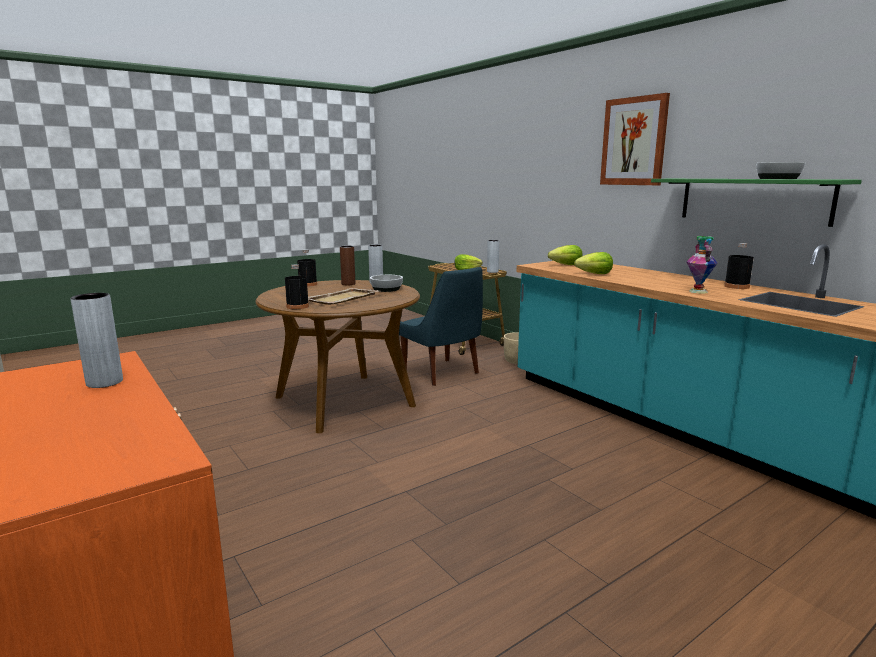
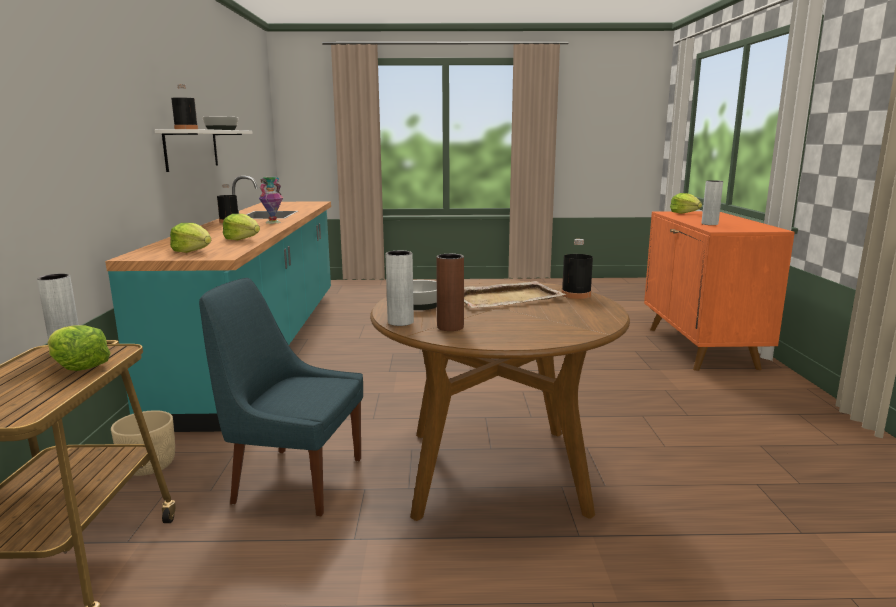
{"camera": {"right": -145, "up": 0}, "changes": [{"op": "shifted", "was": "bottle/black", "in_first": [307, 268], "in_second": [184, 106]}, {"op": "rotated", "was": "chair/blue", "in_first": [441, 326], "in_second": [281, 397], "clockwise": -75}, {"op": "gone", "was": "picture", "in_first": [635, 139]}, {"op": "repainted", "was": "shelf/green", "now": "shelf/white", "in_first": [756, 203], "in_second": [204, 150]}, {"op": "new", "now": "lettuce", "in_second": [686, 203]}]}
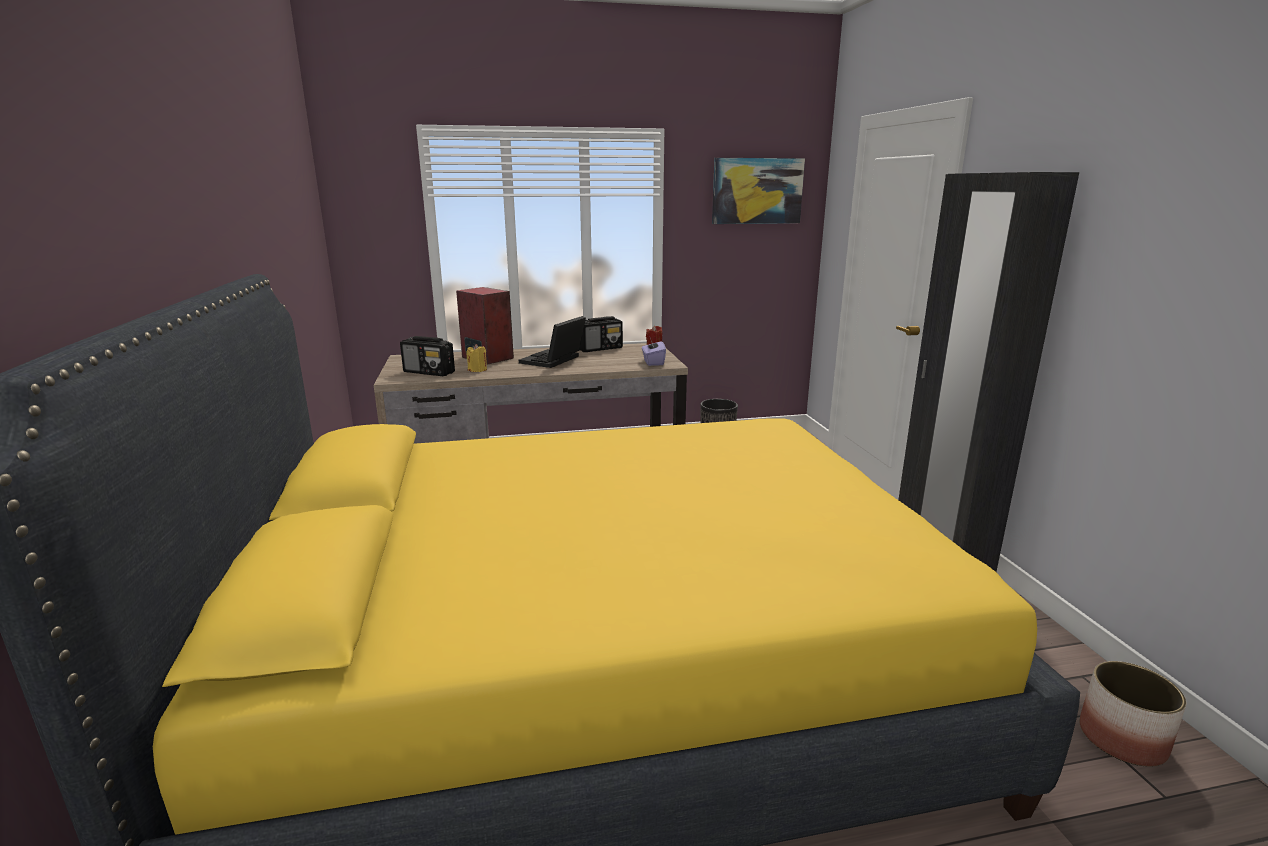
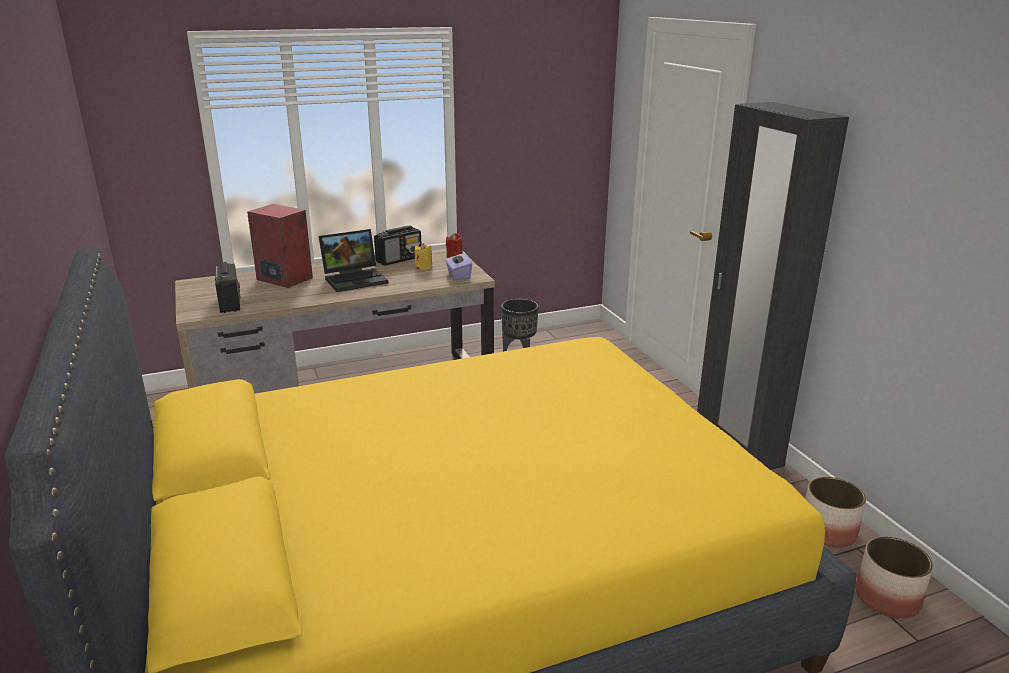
{"camera": {"right": -10, "up": 5}, "changes": [{"op": "rotated", "was": "radio", "in_first": [427, 356], "in_second": [228, 287], "clockwise": -120}, {"op": "shifted", "was": "candle/yellow", "in_first": [477, 358], "in_second": [423, 256]}, {"op": "rotated", "was": "laptop", "in_first": [552, 342], "in_second": [353, 260], "clockwise": -135}, {"op": "gone", "was": "picture", "in_first": [758, 191]}, {"op": "new", "now": "planter", "in_second": [835, 512]}]}
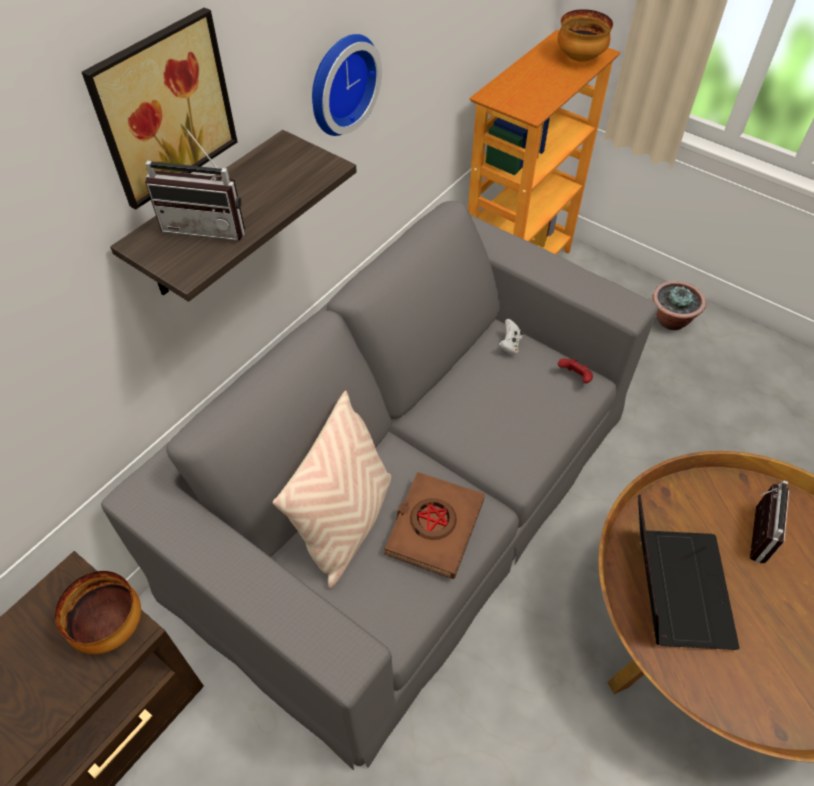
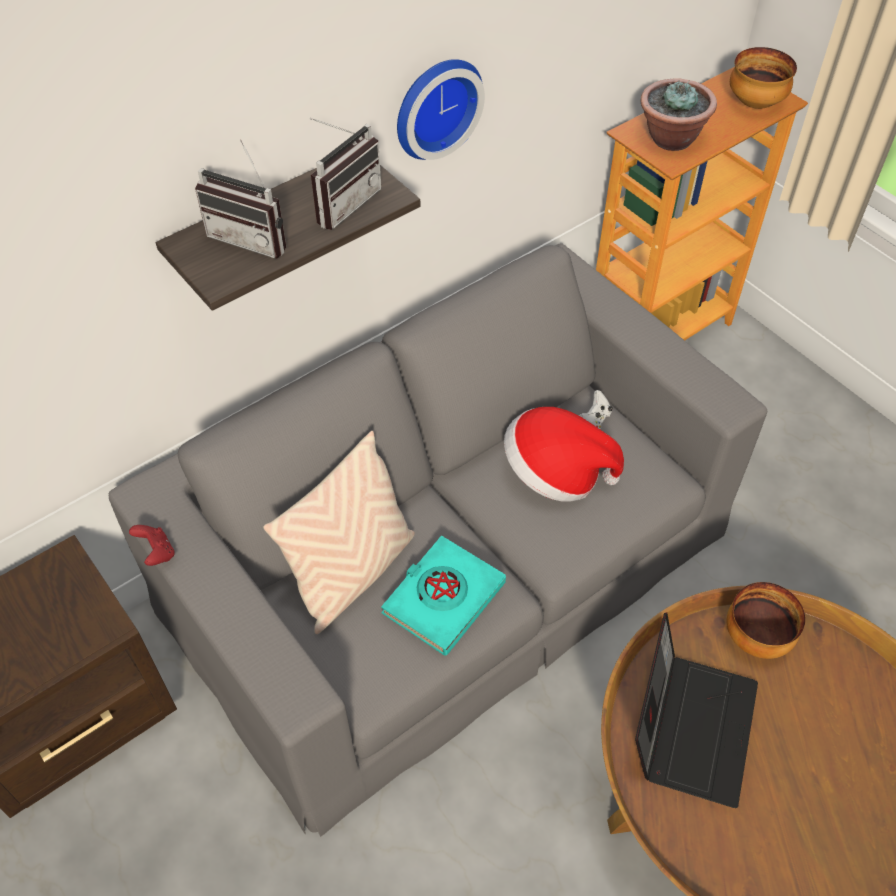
{"camera": {"right": 15, "up": 0}, "changes": [{"op": "shifted", "was": "bowl", "in_first": [98, 612], "in_second": [765, 620]}, {"op": "gone", "was": "picture", "in_first": [160, 108]}, {"op": "repainted", "was": "book/brown", "now": "book/turquoise", "in_first": [434, 525], "in_second": [443, 595]}, {"op": "shifted", "was": "game controller/red", "in_first": [575, 370], "in_second": [152, 545]}, {"op": "shifted", "was": "potted plant", "in_first": [679, 305], "in_second": [678, 114]}, {"op": "shifted", "was": "radio", "in_first": [769, 521], "in_second": [345, 174]}, {"op": "new", "now": "hat", "in_second": [564, 454]}]}
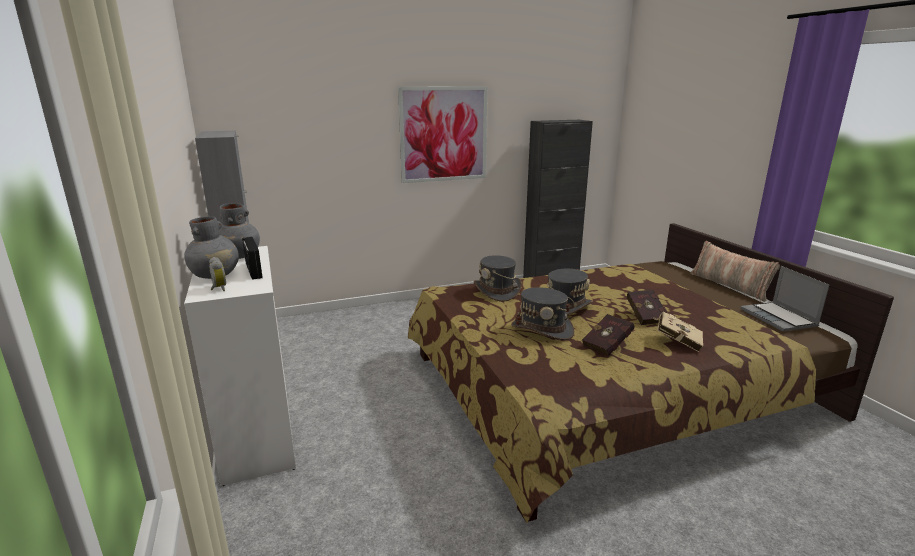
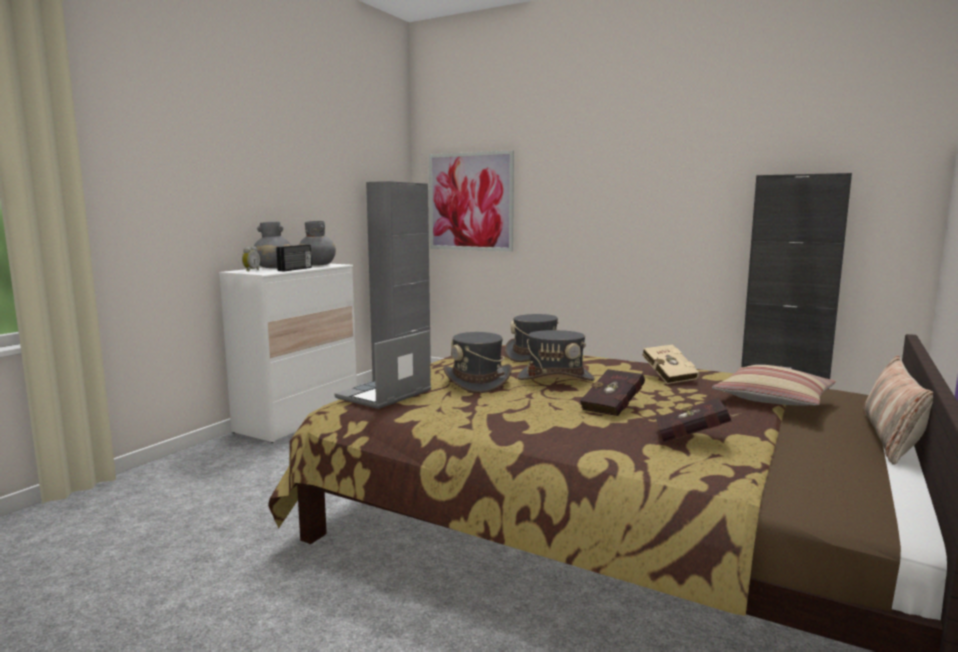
{"camera": {"right": 50, "up": -10}, "changes": [{"op": "shifted", "was": "picture", "in_first": [442, 135], "in_second": [471, 201]}, {"op": "shifted", "was": "book/red", "in_first": [608, 335], "in_second": [699, 420]}, {"op": "shifted", "was": "book/beige", "in_first": [677, 331], "in_second": [670, 364]}, {"op": "shifted", "was": "laptop", "in_first": [784, 298], "in_second": [383, 369]}, {"op": "new", "now": "pillow", "in_second": [774, 385]}]}
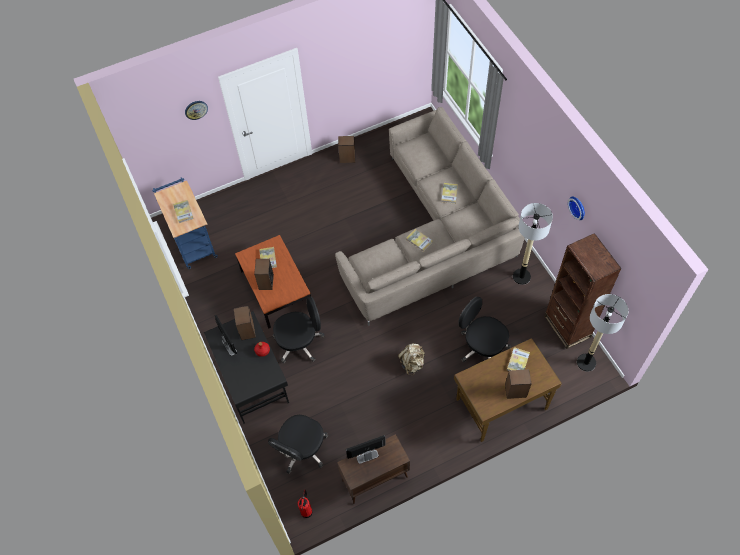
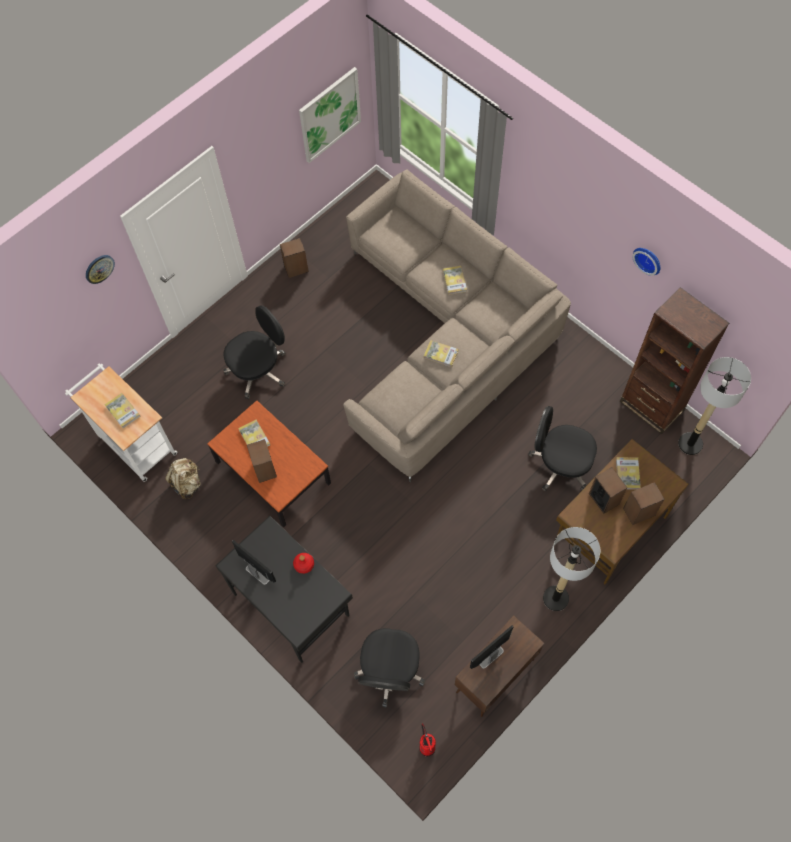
{"camera": {"right": -20, "up": 5}, "changes": [{"op": "repainted", "was": "cart/blue", "now": "cart/white", "in_first": [185, 223], "in_second": [121, 423]}, {"op": "shifted", "was": "speaker", "in_first": [245, 323], "in_second": [608, 490]}, {"op": "shifted", "was": "office chair/black", "in_first": [299, 330], "in_second": [254, 352]}, {"op": "shifted", "was": "backpack/beige", "in_first": [411, 359], "in_second": [183, 479]}, {"op": "shifted", "was": "floor lamp", "in_first": [533, 244], "in_second": [571, 569]}, {"op": "new", "now": "picture", "in_second": [330, 115]}]}
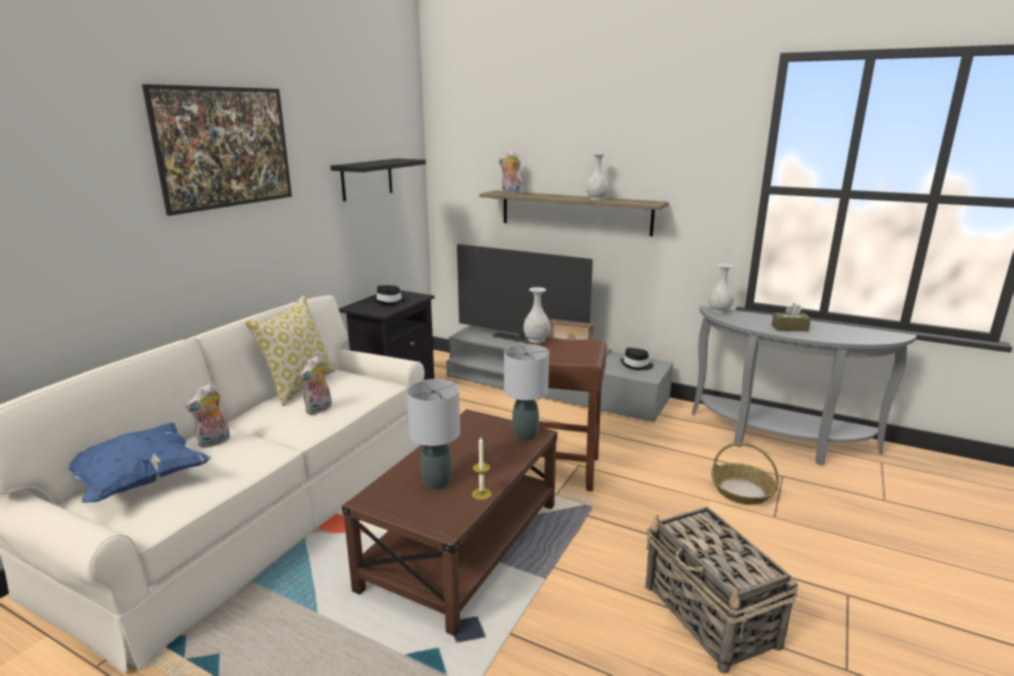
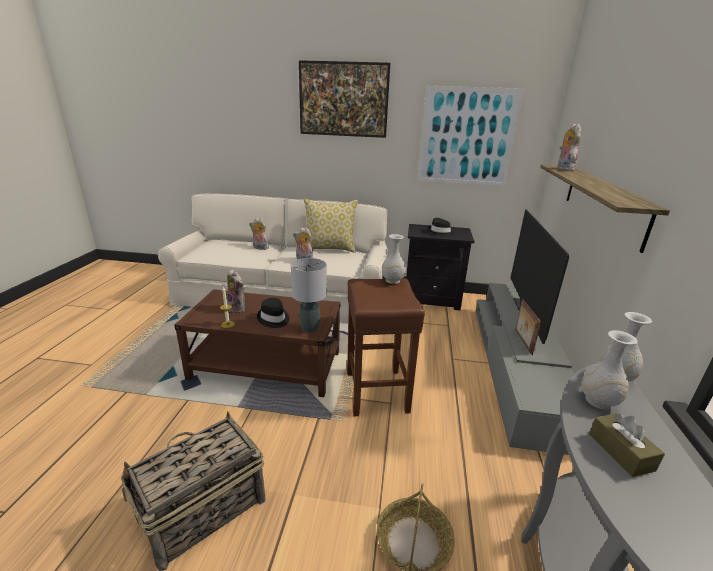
{"camera": {"right": 70, "up": 5}, "changes": [{"op": "gone", "was": "pillow/blue", "in_first": [140, 463]}, {"op": "swapped", "was": "shelf/black", "now": "picture", "in_first": [378, 179], "in_second": [471, 136]}, {"op": "swapped", "was": "table lamp/grey", "now": "plush toy", "in_first": [433, 434], "in_second": [236, 291]}, {"op": "shifted", "was": "vase/white", "in_first": [597, 176], "in_second": [610, 370]}, {"op": "shifted", "was": "hat/black", "in_first": [637, 359], "in_second": [273, 313]}]}
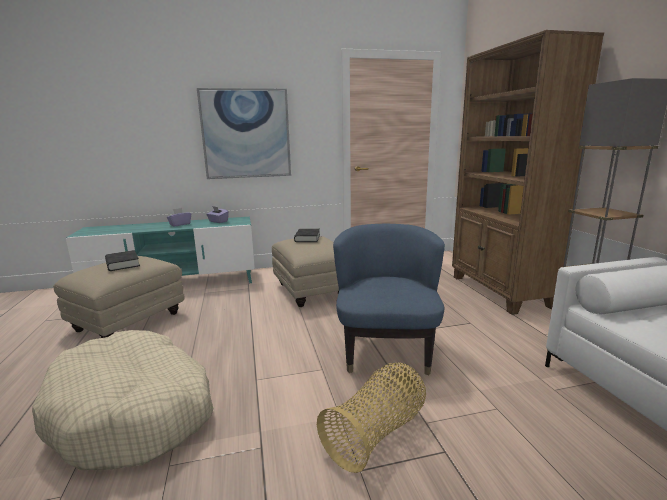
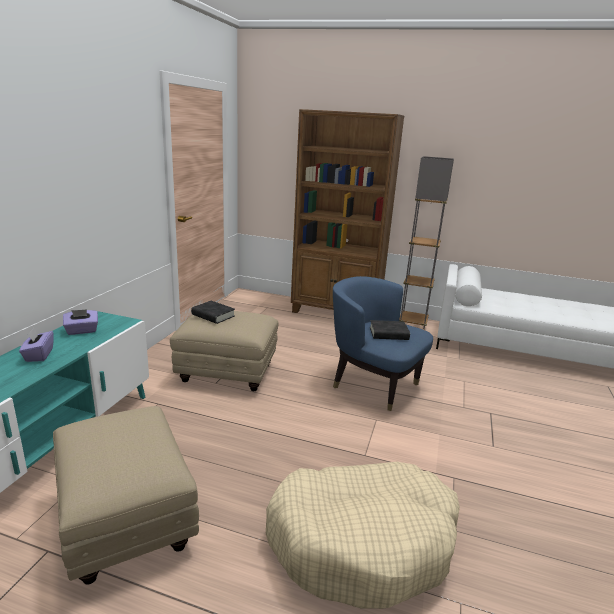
{"camera": {"right": -60, "up": 5}, "changes": [{"op": "shifted", "was": "book/black", "in_first": [122, 260], "in_second": [390, 330]}, {"op": "gone", "was": "picture", "in_first": [244, 133]}, {"op": "gone", "was": "basket", "in_first": [371, 418]}]}
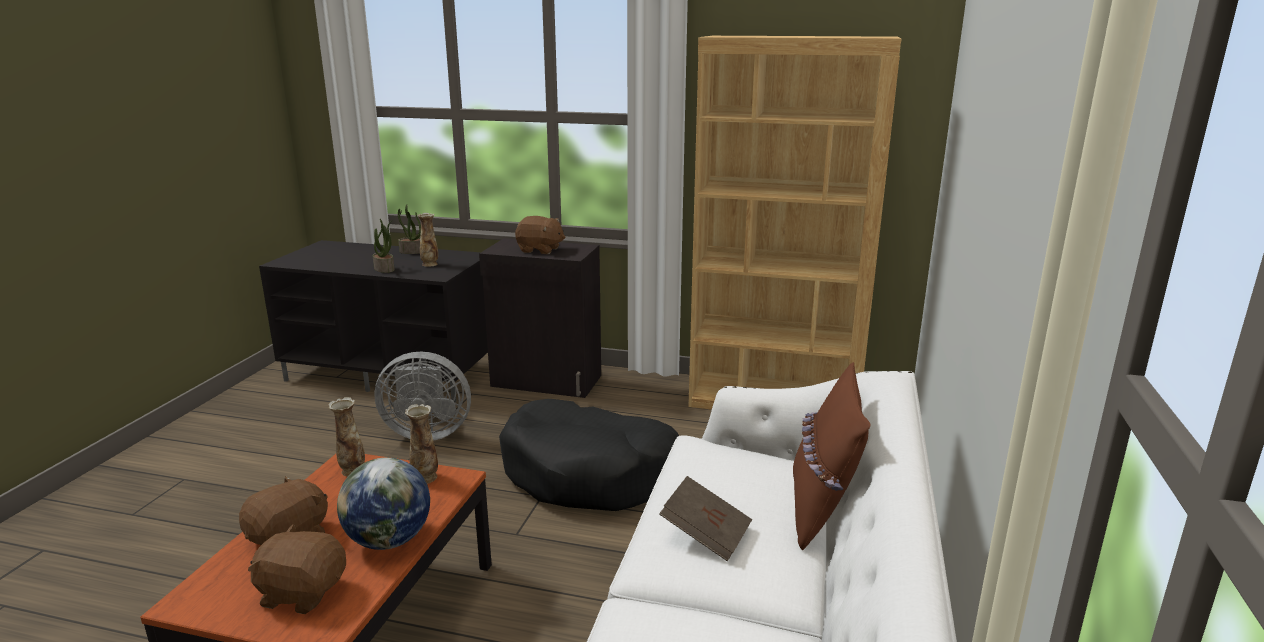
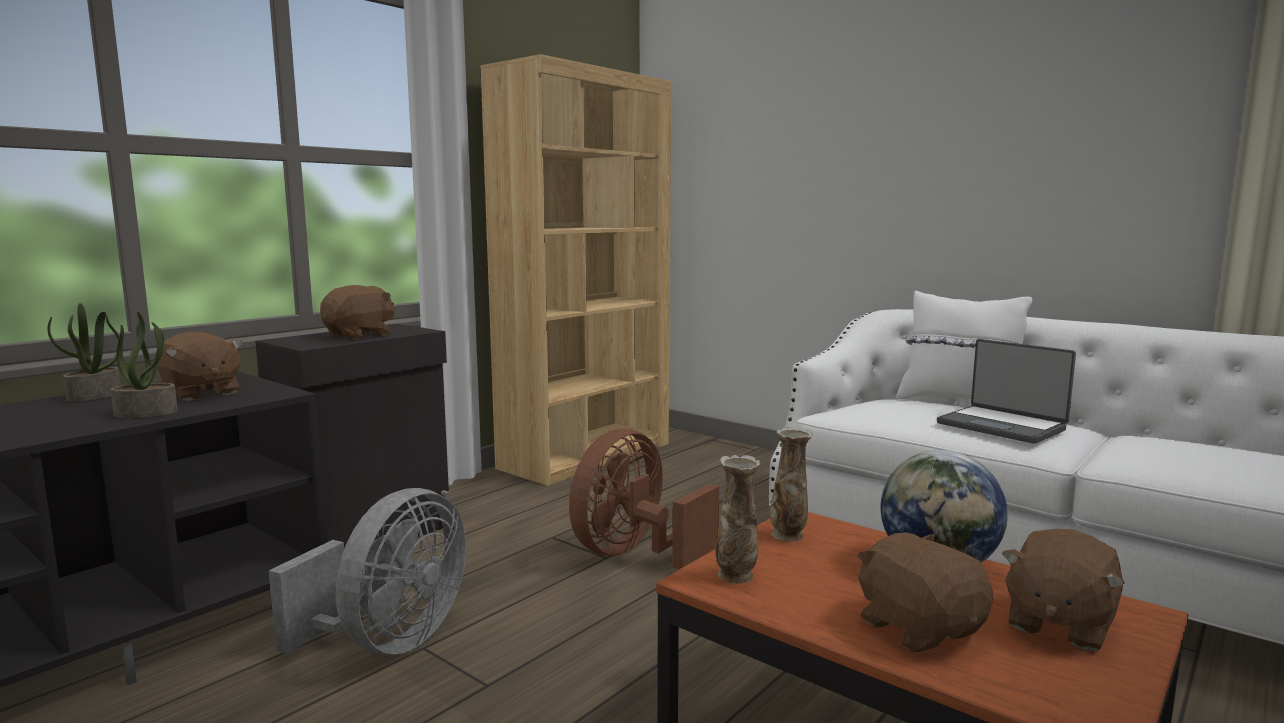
{"camera": {"right": -65, "up": -10}, "changes": [{"op": "swapped", "was": "vase", "now": "plush toy/brown", "in_first": [428, 240], "in_second": [200, 366]}, {"op": "swapped", "was": "dog bed/black", "now": "fan/brown", "in_first": [589, 455], "in_second": [644, 499]}, {"op": "swapped", "was": "book/brown", "now": "laptop", "in_first": [705, 518], "in_second": [1006, 391]}, {"op": "repainted", "was": "pillow/brown", "now": "pillow/white", "in_first": [831, 456], "in_second": [964, 344]}]}
